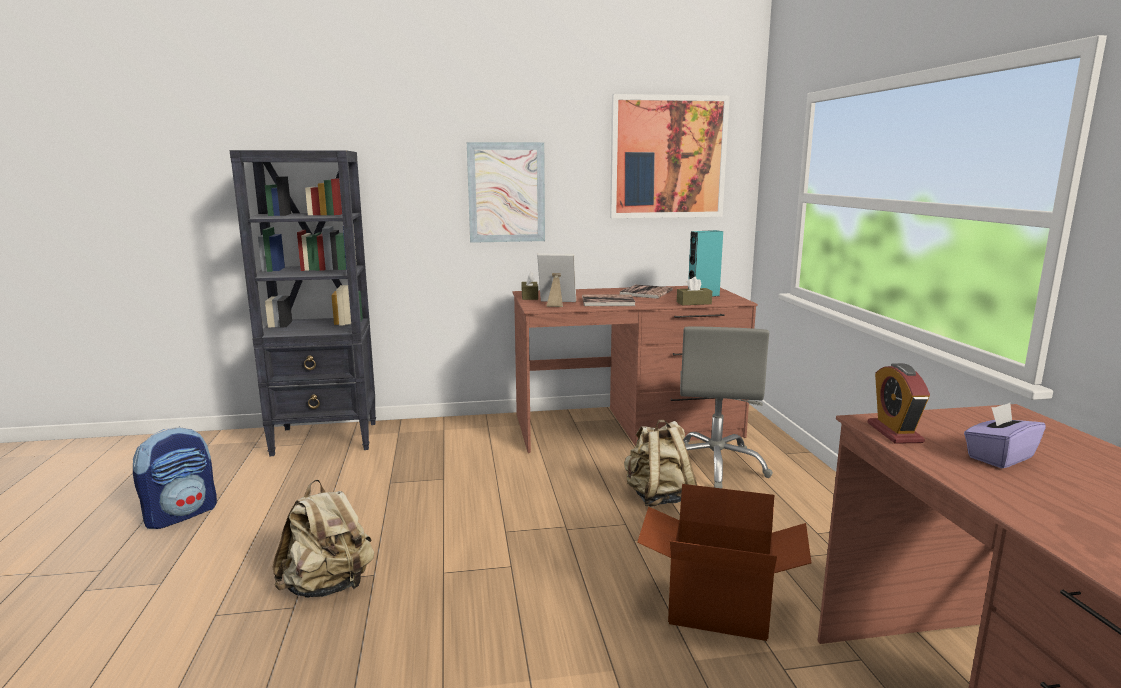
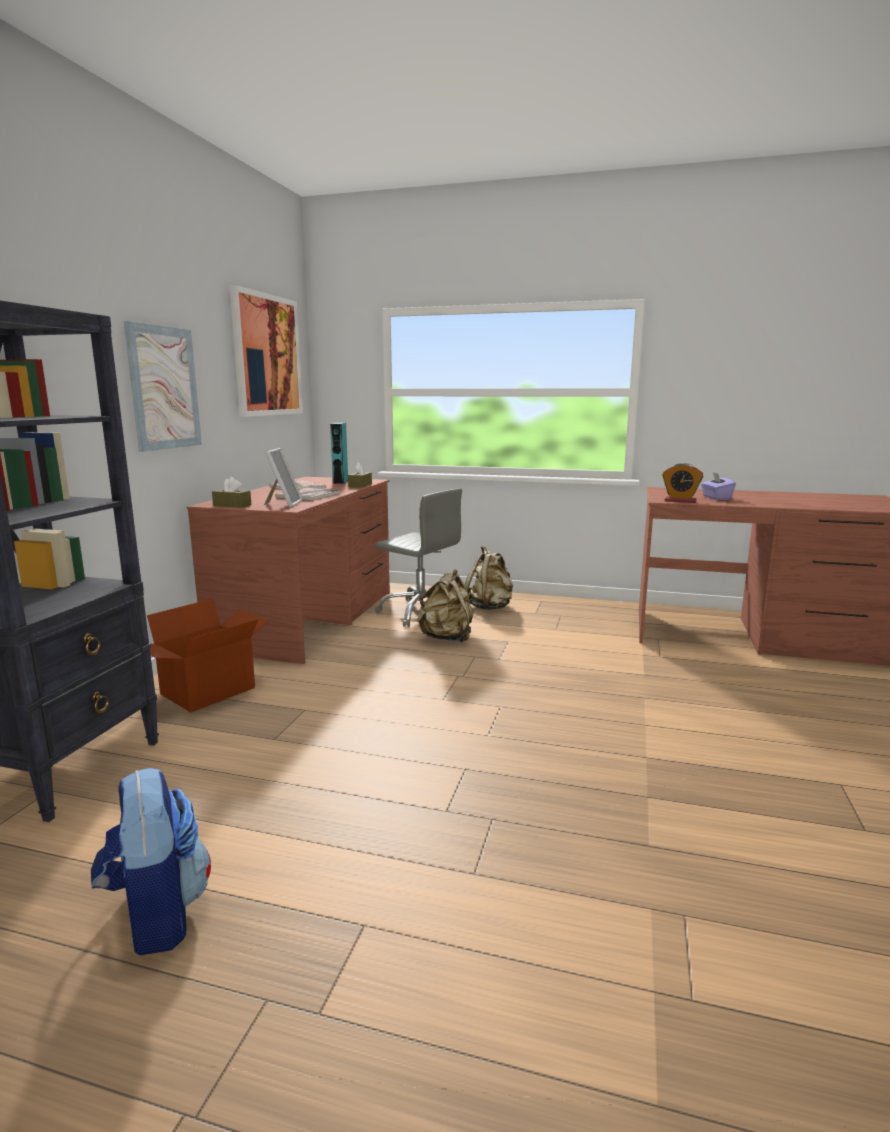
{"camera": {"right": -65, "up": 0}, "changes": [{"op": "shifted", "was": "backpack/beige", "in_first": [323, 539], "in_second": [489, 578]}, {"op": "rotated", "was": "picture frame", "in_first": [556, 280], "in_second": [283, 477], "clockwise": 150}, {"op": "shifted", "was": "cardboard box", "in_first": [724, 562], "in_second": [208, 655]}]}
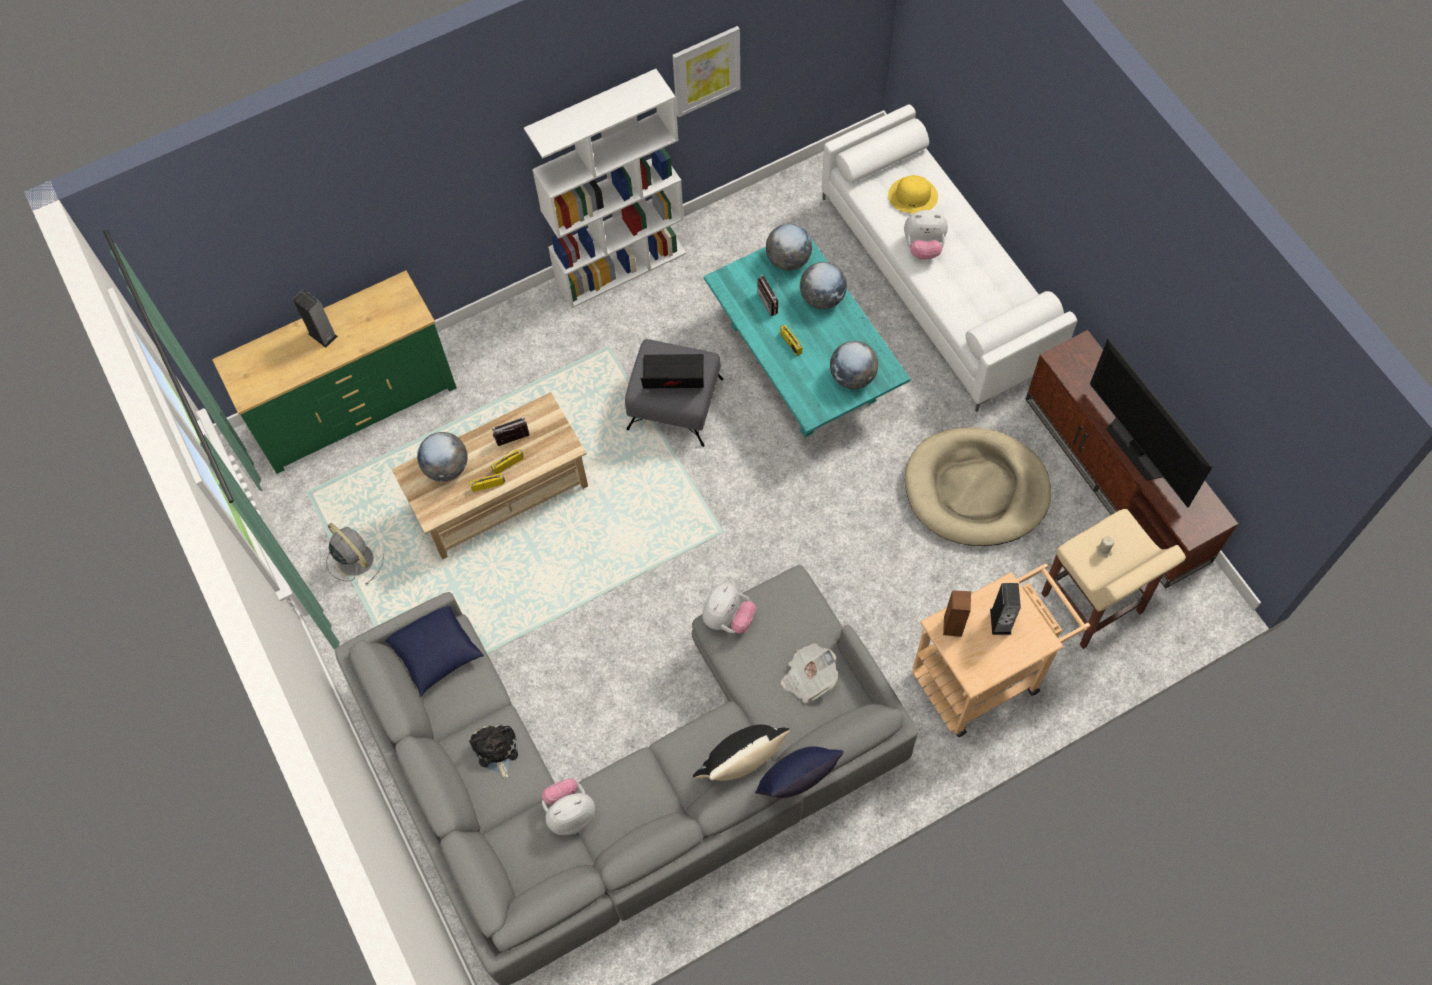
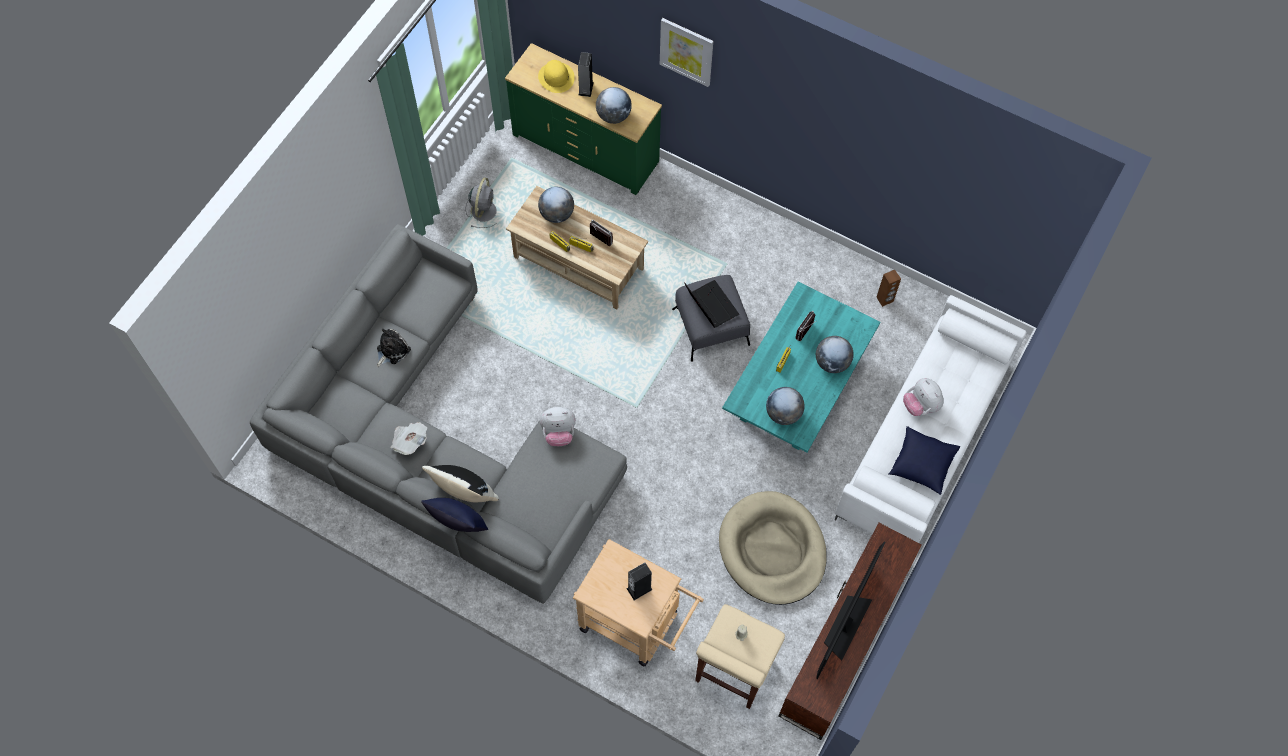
{"camera": {"right": 55, "up": 0}, "changes": [{"op": "shifted", "was": "pillow/blue", "in_first": [434, 651], "in_second": [924, 460]}, {"op": "gone", "was": "bookcase/white", "in_first": [605, 188]}, {"op": "gone", "was": "plush toy", "in_first": [568, 807]}, {"op": "shifted", "was": "picture", "in_first": [706, 71], "in_second": [686, 52]}, {"op": "shifted", "was": "globe", "in_first": [789, 247], "in_second": [614, 105]}, {"op": "shifted", "was": "newspaper", "in_first": [809, 673], "in_second": [409, 438]}, {"op": "shifted", "was": "hat/yellow", "in_first": [913, 194], "in_second": [556, 76]}, {"op": "shifted", "was": "speaker/brown", "in_first": [957, 613], "in_second": [888, 288]}]}
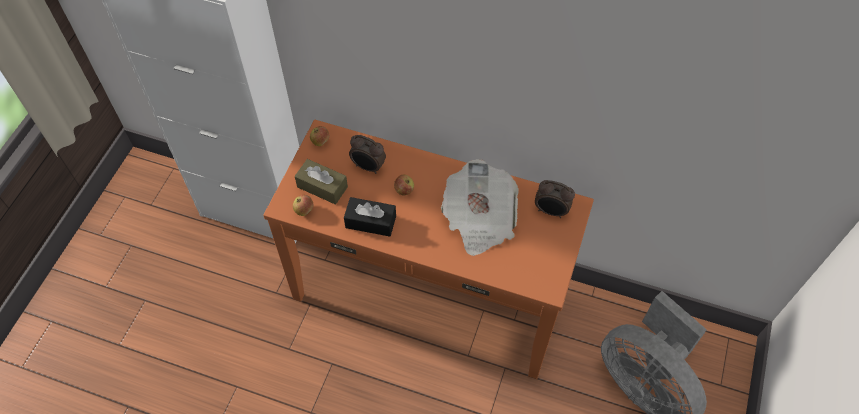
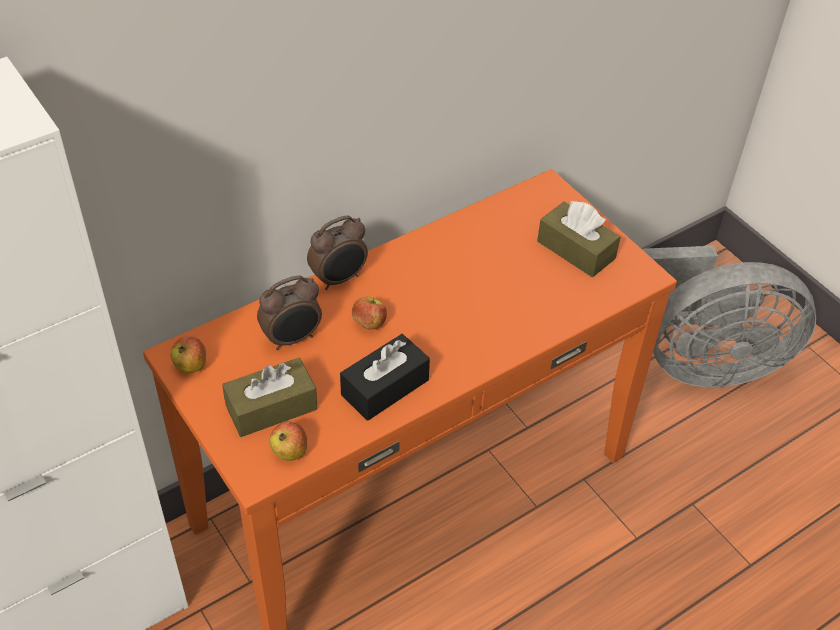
{"camera": {"right": -55, "up": -10}, "changes": [{"op": "gone", "was": "newspaper", "in_first": [480, 207]}, {"op": "shifted", "was": "alarm clock", "in_first": [555, 199], "in_second": [337, 252]}, {"op": "new", "now": "tissue box/brown", "in_second": [579, 238]}]}
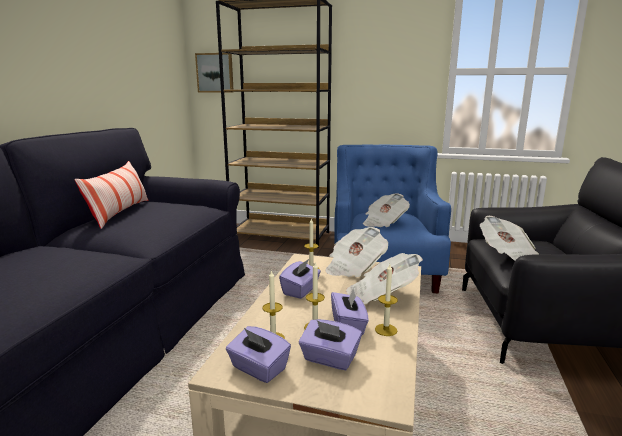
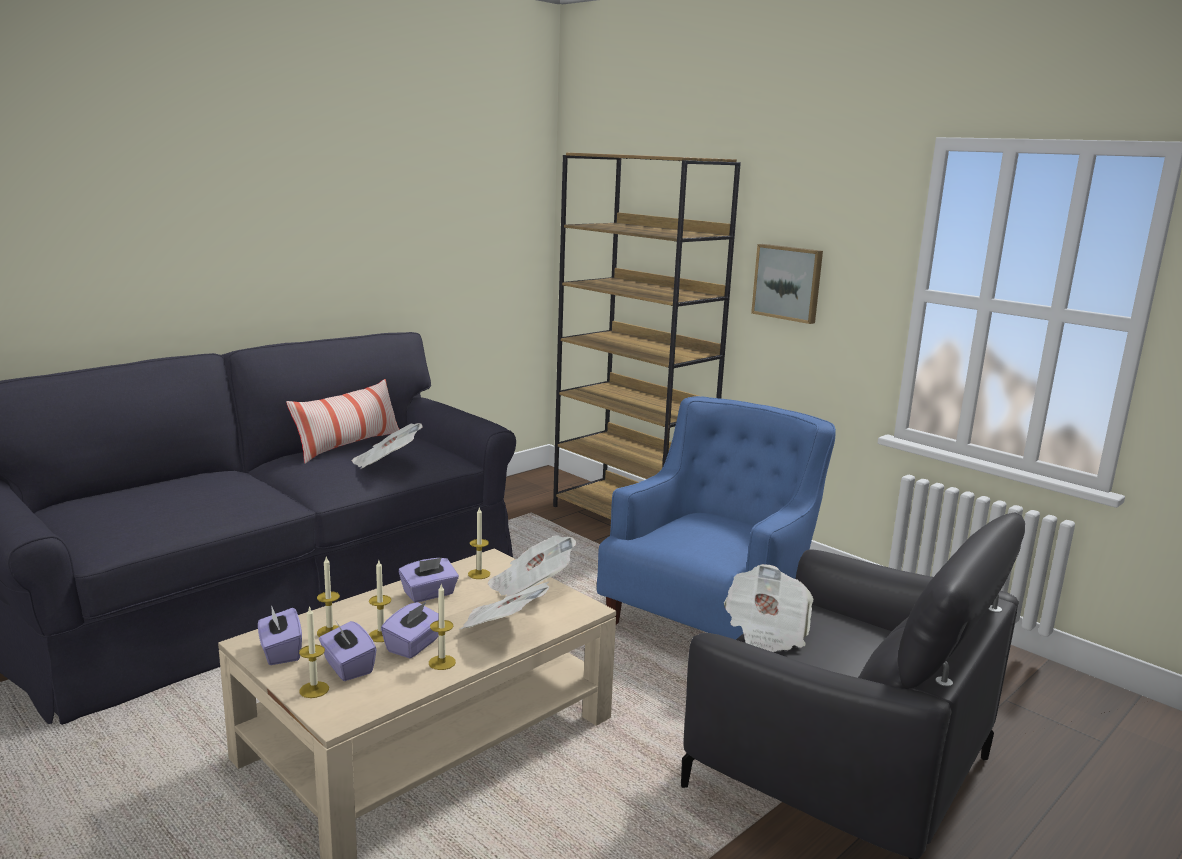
{"camera": {"right": 30, "up": 0}, "changes": [{"op": "shifted", "was": "picture", "in_first": [214, 73], "in_second": [787, 284]}, {"op": "shifted", "was": "newspaper", "in_first": [386, 210], "in_second": [387, 445]}, {"op": "new", "now": "candle", "in_second": [314, 652]}]}
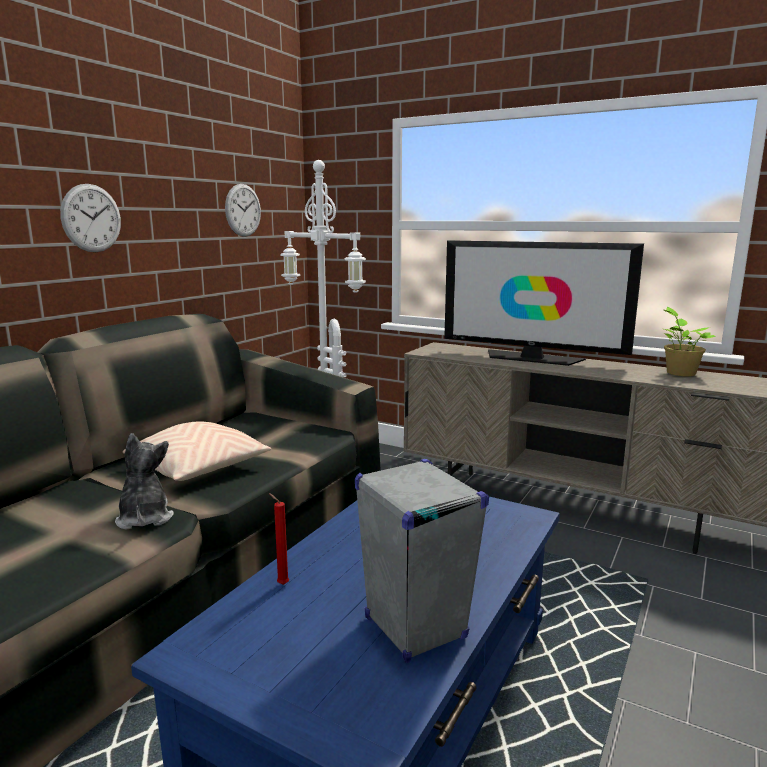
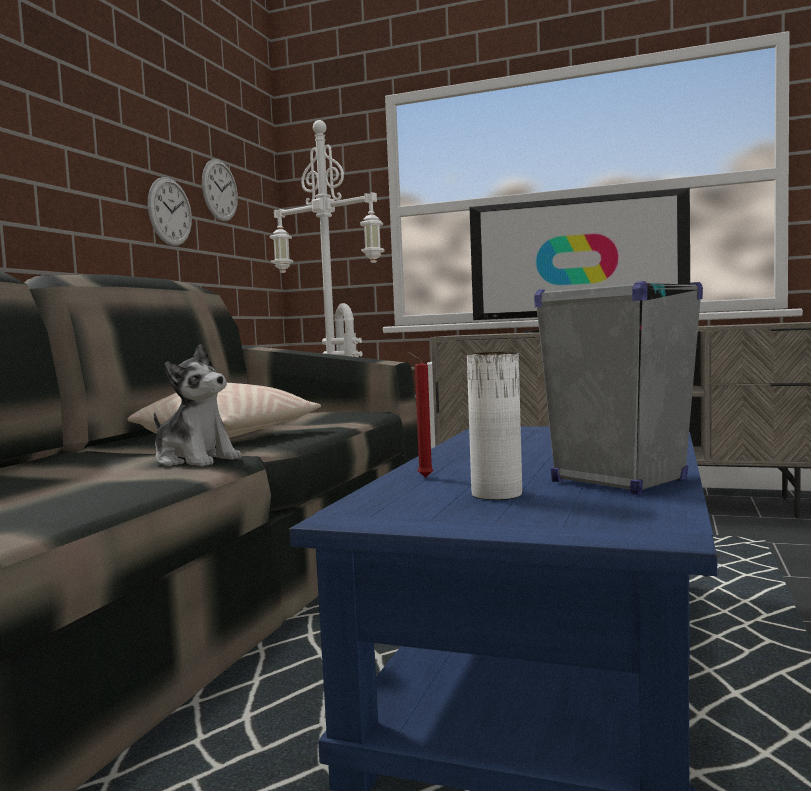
{"camera": {"right": -10, "up": -10}, "changes": [{"op": "shifted", "was": "wall clock", "in_first": [90, 218], "in_second": [170, 211]}, {"op": "rotated", "was": "plush toy", "in_first": [144, 481], "in_second": [198, 405], "clockwise": 150}, {"op": "gone", "was": "potted plant", "in_first": [690, 341]}, {"op": "new", "now": "vase/white", "in_second": [494, 426]}]}
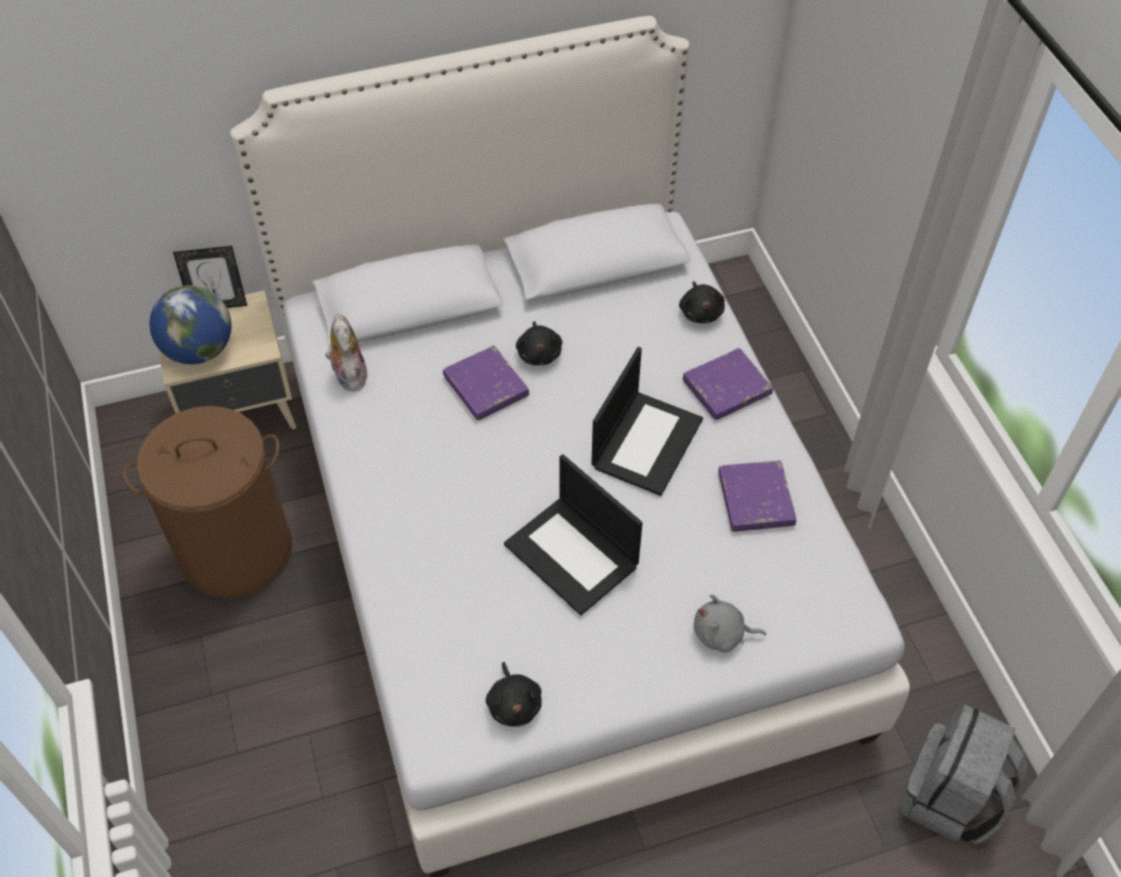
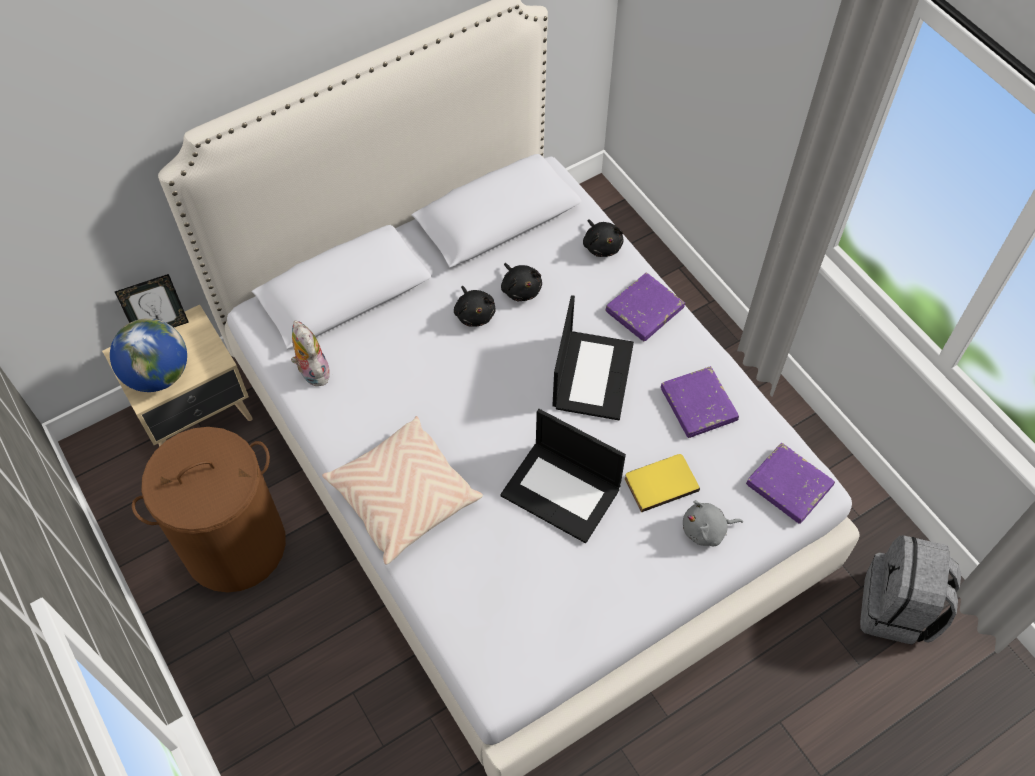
{"camera": {"right": -15, "up": 5}, "changes": [{"op": "shifted", "was": "book/purple", "in_first": [486, 382], "in_second": [790, 483]}, {"op": "shifted", "was": "plush toy/black", "in_first": [514, 694], "in_second": [521, 282]}, {"op": "new", "now": "pillow/beige", "in_second": [402, 490]}, {"op": "new", "now": "book/yellow", "in_second": [662, 483]}]}
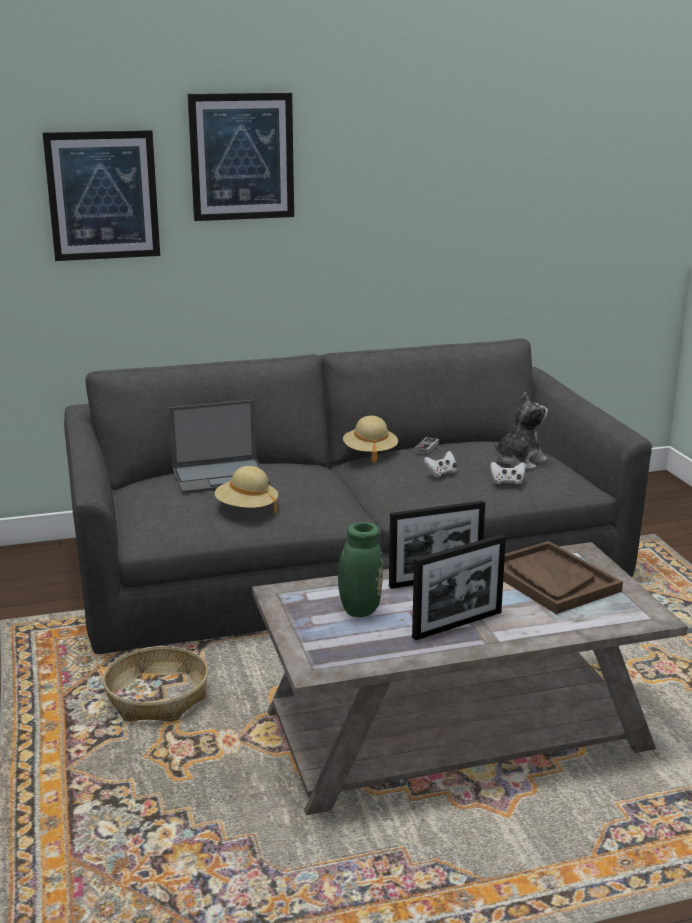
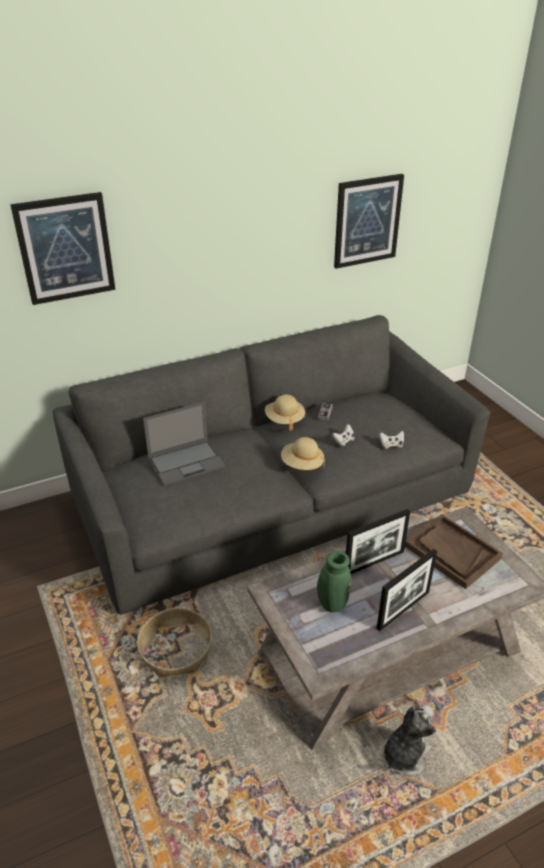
{"camera": {"right": -10, "up": 15}, "changes": [{"op": "shifted", "was": "picture", "in_first": [240, 157], "in_second": [369, 221]}, {"op": "shifted", "was": "hat/beige", "in_first": [246, 490], "in_second": [303, 453]}, {"op": "shifted", "was": "plush toy", "in_first": [521, 431], "in_second": [409, 740]}]}
